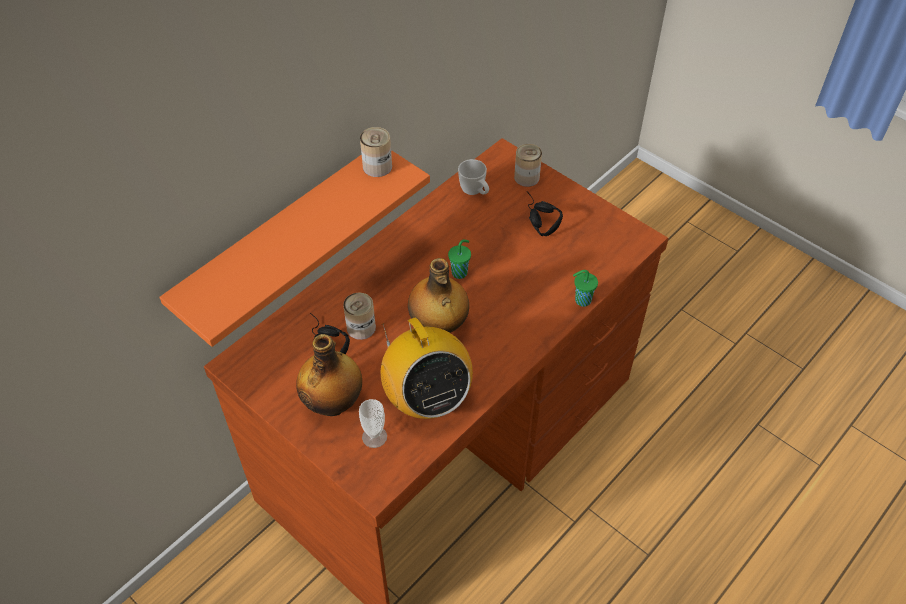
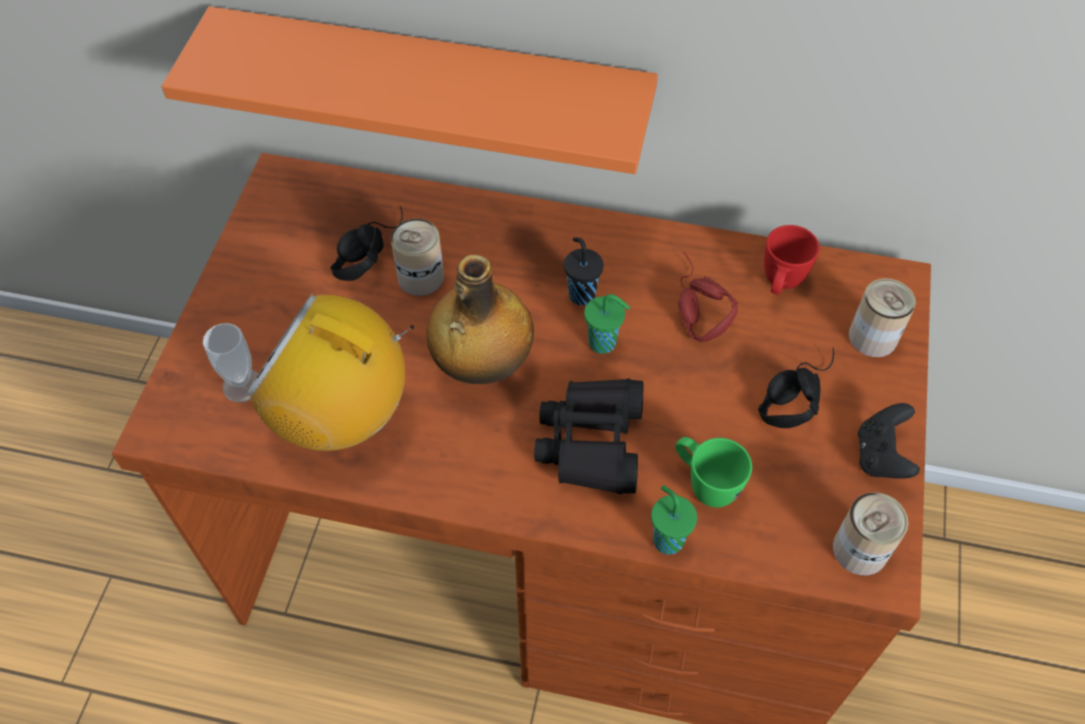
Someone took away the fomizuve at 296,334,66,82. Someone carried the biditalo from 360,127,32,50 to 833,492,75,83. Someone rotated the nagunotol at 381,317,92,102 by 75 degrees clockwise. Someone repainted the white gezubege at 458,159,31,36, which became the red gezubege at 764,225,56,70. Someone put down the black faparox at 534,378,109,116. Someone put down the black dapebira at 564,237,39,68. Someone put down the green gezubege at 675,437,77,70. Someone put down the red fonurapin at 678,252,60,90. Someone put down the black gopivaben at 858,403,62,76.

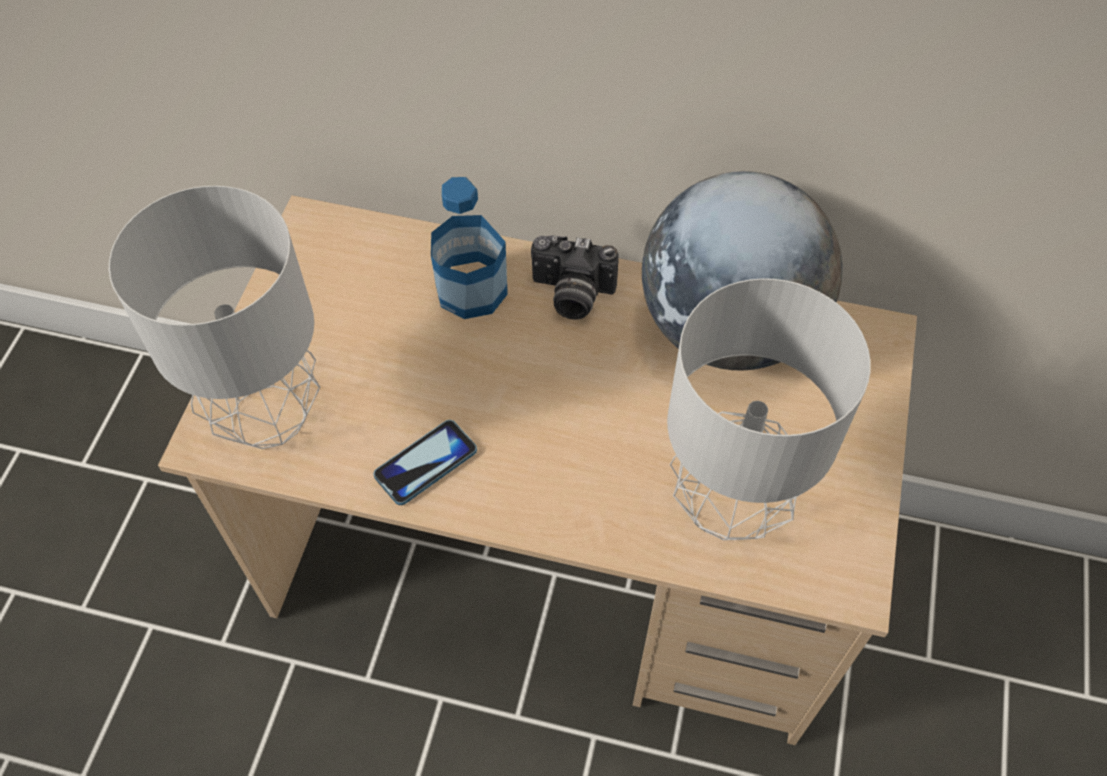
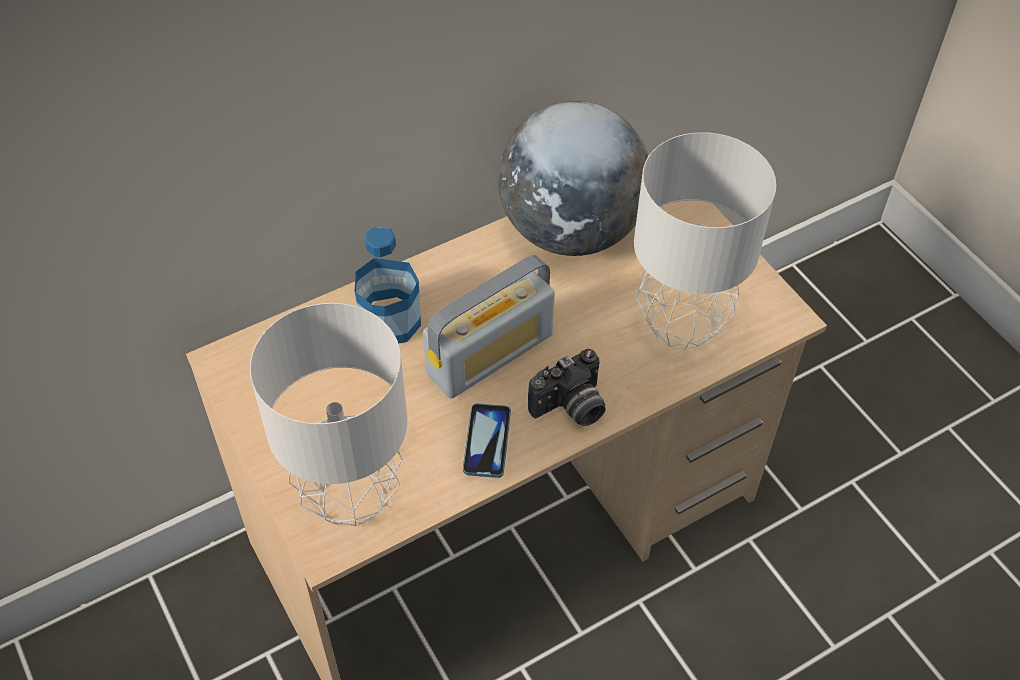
Someone carried the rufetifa from 531,235,88,85 to 528,349,78,77. Someone put down the nagunotol at 423,255,132,143.

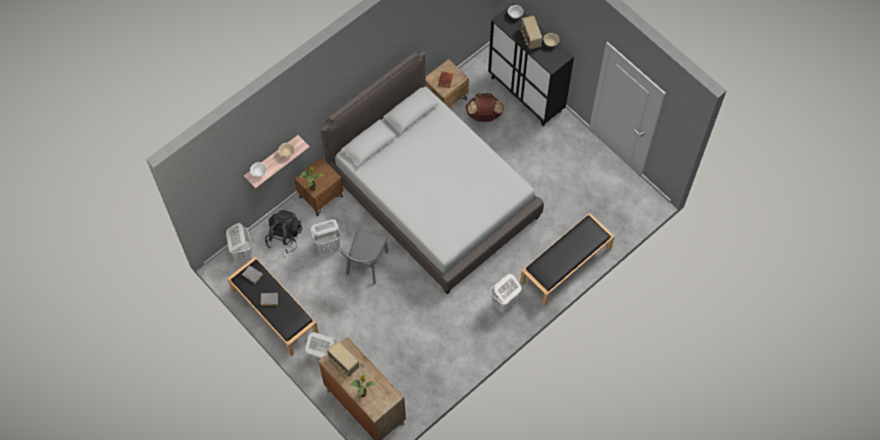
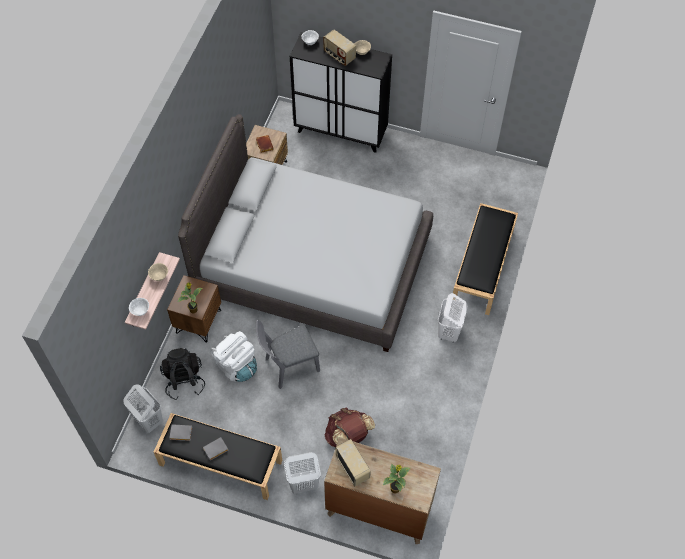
Someone swapped the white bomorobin at 311,219,30,35 for the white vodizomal at 210,331,47,51. Someone rotated the nagunotol at 327,341,32,35 by 135 degrees counterclockwise. Someone rotated the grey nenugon at 338,229,50,55 by 75 degrees clockwise. Someone carried the brown vodizomal from 465,93,39,29 to 325,407,50,40.

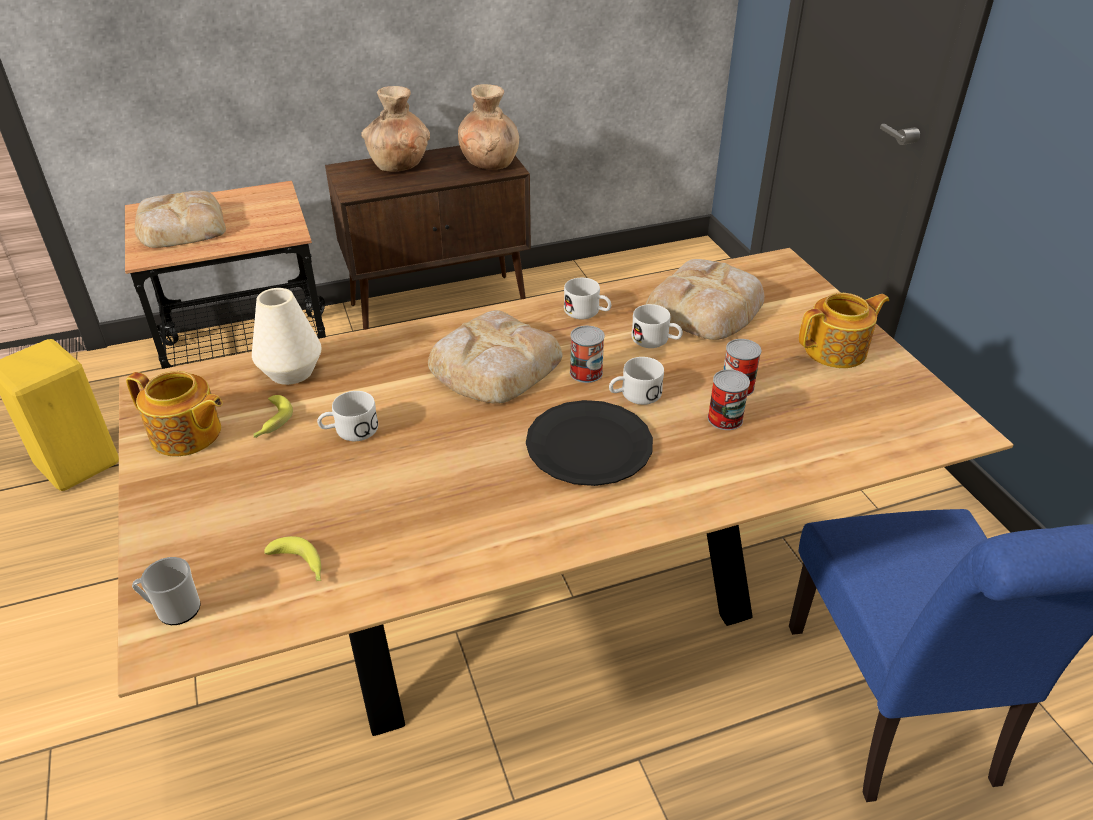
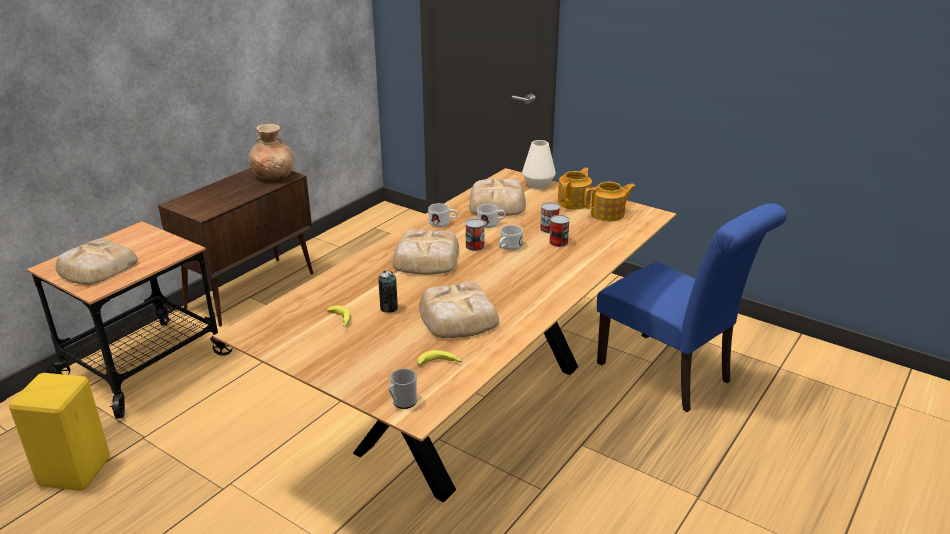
Someone carried the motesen from 126,371,97,85 to 584,182,52,39. Someone carried the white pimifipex from 252,288,70,97 to 522,140,34,49. Someone swapped the white gezubege at 317,391,61,50 for the biditalo at 378,271,20,42. Someone took away the brown pimifipex at 361,86,69,85. Someone took away the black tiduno at 526,400,127,86. Someone put down the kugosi at 419,281,80,57.

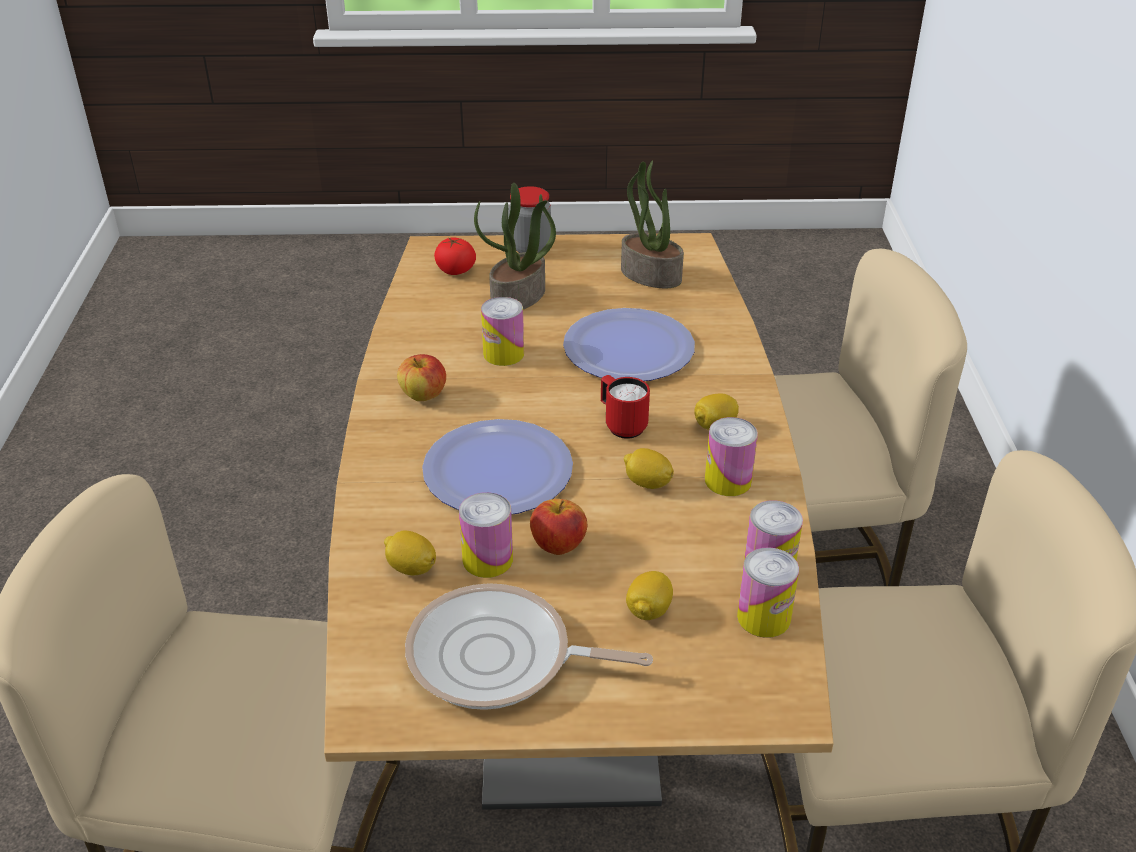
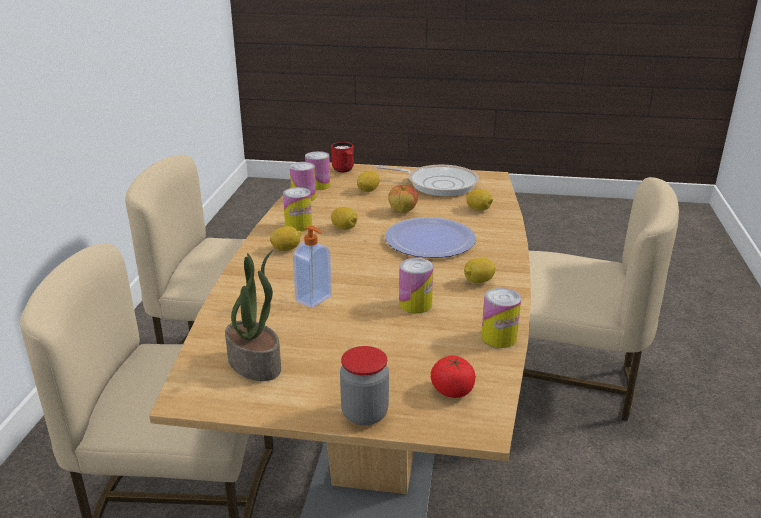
Someone swapped the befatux at 397,354,49,47 for the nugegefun at 464,258,31,26. Someone carried the biditalo from 459,492,54,86 to 481,288,40,60. Someone took away the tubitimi at 474,183,82,126. Someone swapped the tiduno at 563,308,132,73 for the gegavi at 293,226,39,82. Someone carried the red gezubege from 601,375,49,64 to 331,142,23,30.

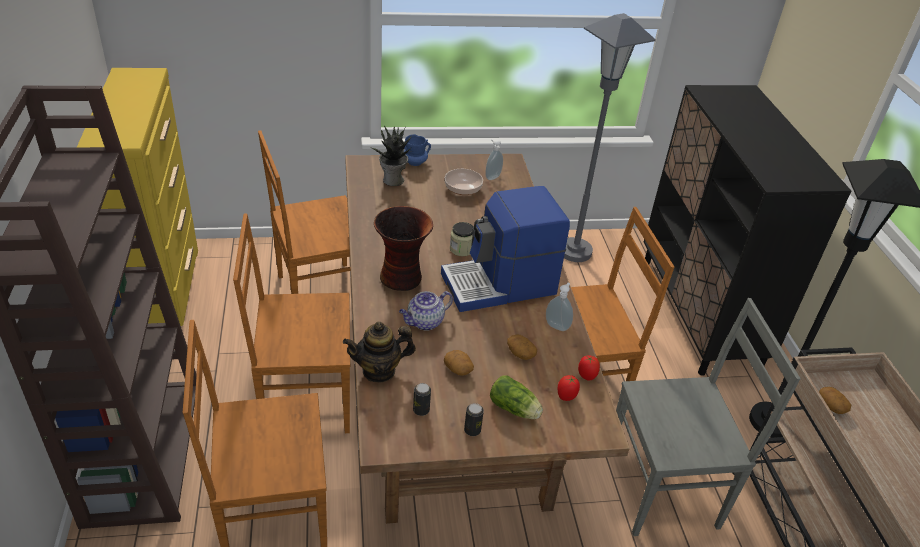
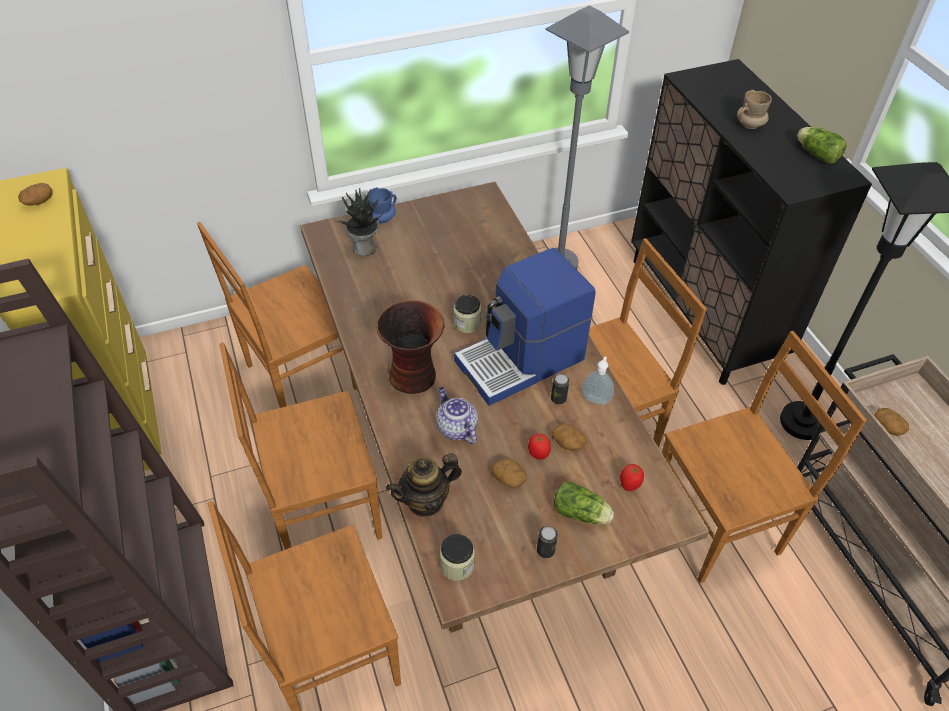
Someone rotated the motesen at 399,291,54,40 by 105 degrees clockwise. Someone carried the biditalo from 413,383,18,33 to 551,374,18,30. Someone took away the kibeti at 445,169,38,26. Someone took away the gegavi at 485,139,18,41. Someone carried the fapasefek from 578,355,22,26 to 528,434,23,26. Someone repainted the grey nenugon at 616,298,185,238, which became the brown nenugon at 662,331,205,252. Someone put down the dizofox at 18,183,34,23. Someone put down the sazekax at 440,534,35,47. Someone put down the beige gezubege at 737,90,35,39. Someone put down the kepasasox at 797,127,50,37.

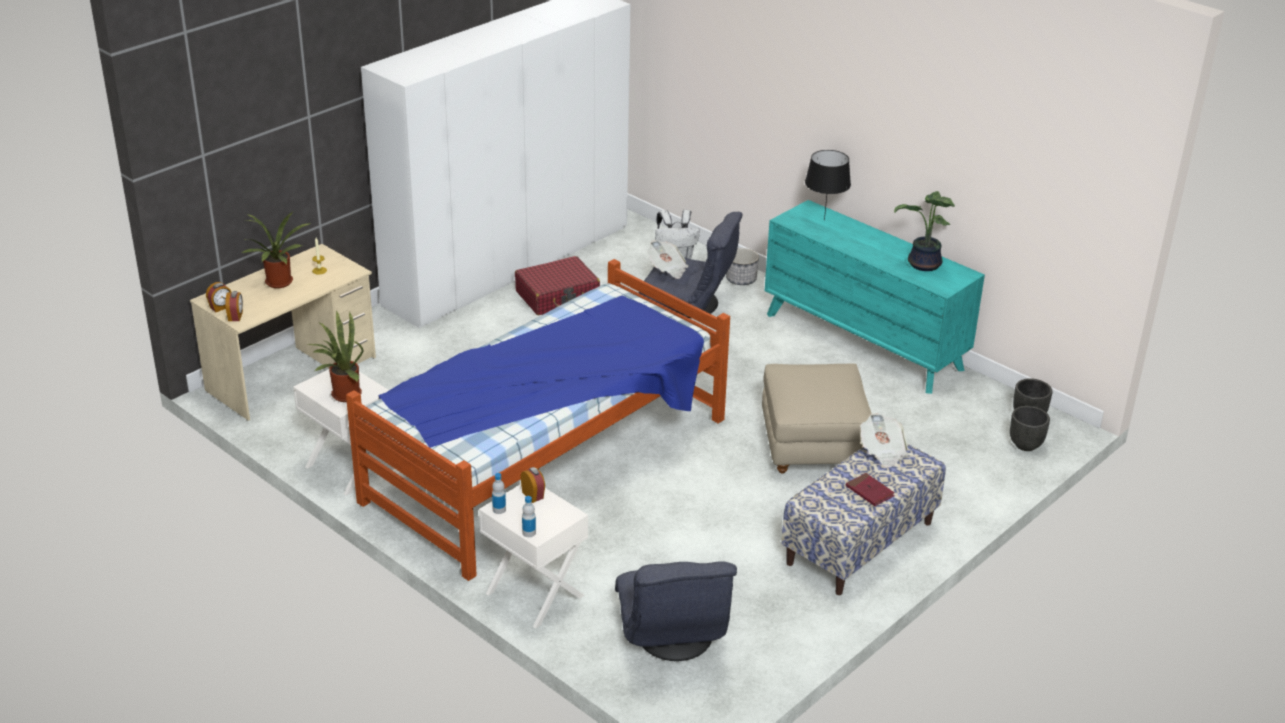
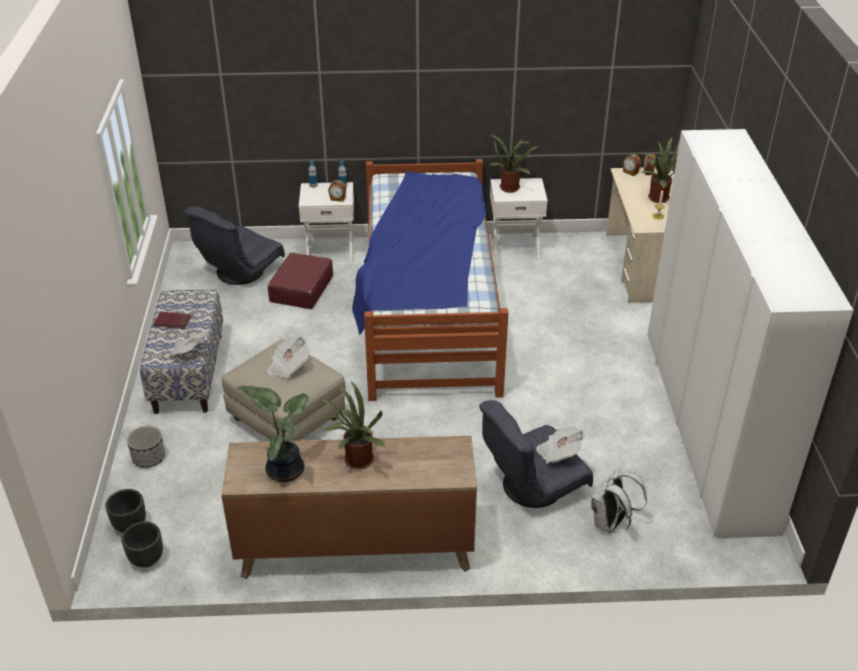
Someone carried the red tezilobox from 515,256,85,59 to 268,252,65,57. Someone rotated the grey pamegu at 615,561,122,100 by 90 degrees counterclockwise. Someone carried the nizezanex from 726,248,33,37 to 127,426,38,42. Someone repainted the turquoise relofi at 765,200,220,194, which became the brown relofi at 221,436,256,143. Someone took away the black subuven at 805,150,46,70. Someone put down the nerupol at 267,337,43,42. Someone put down the tubitimi at 321,380,64,89.

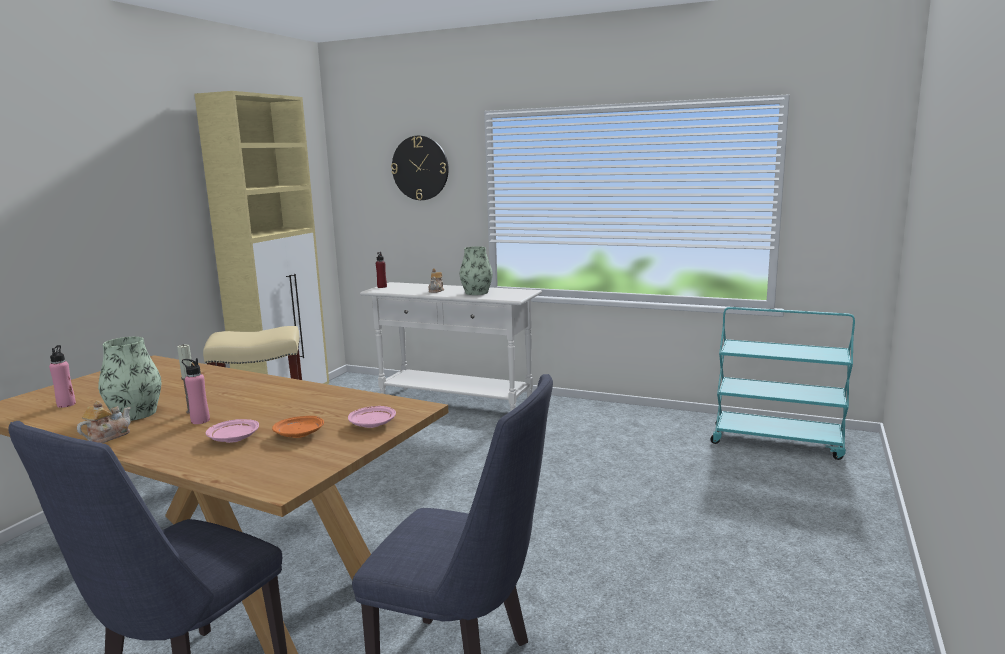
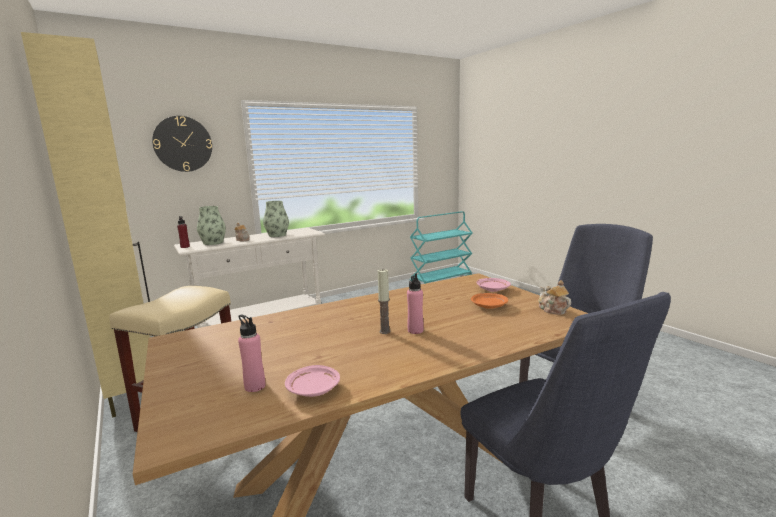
Someone carried the motesen from 77,401,54,42 to 539,280,32,35. Someone carried the pimifipex from 98,337,63,84 to 197,206,29,39. Someone carried the pink tiduno from 206,419,53,24 to 285,365,55,32.

